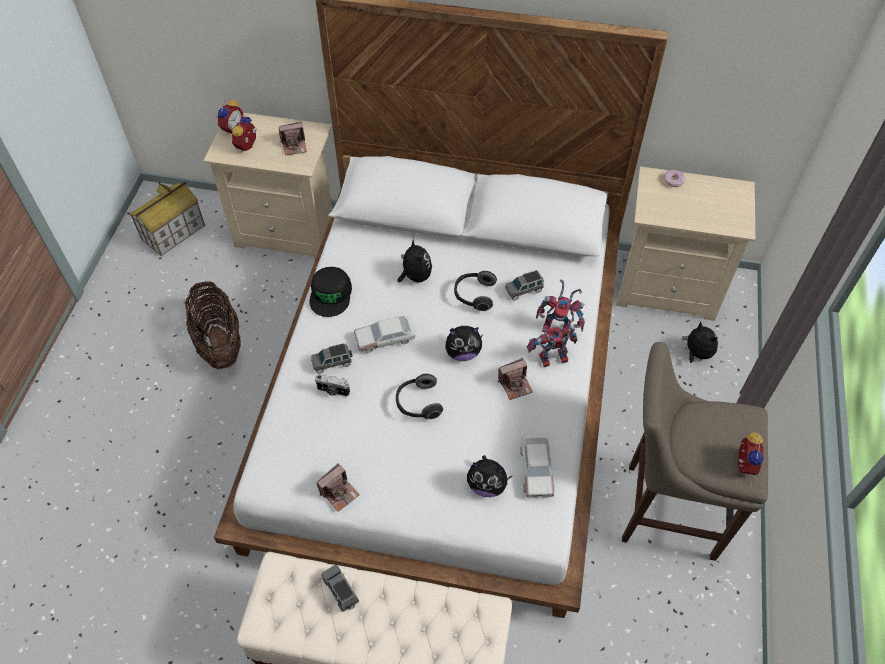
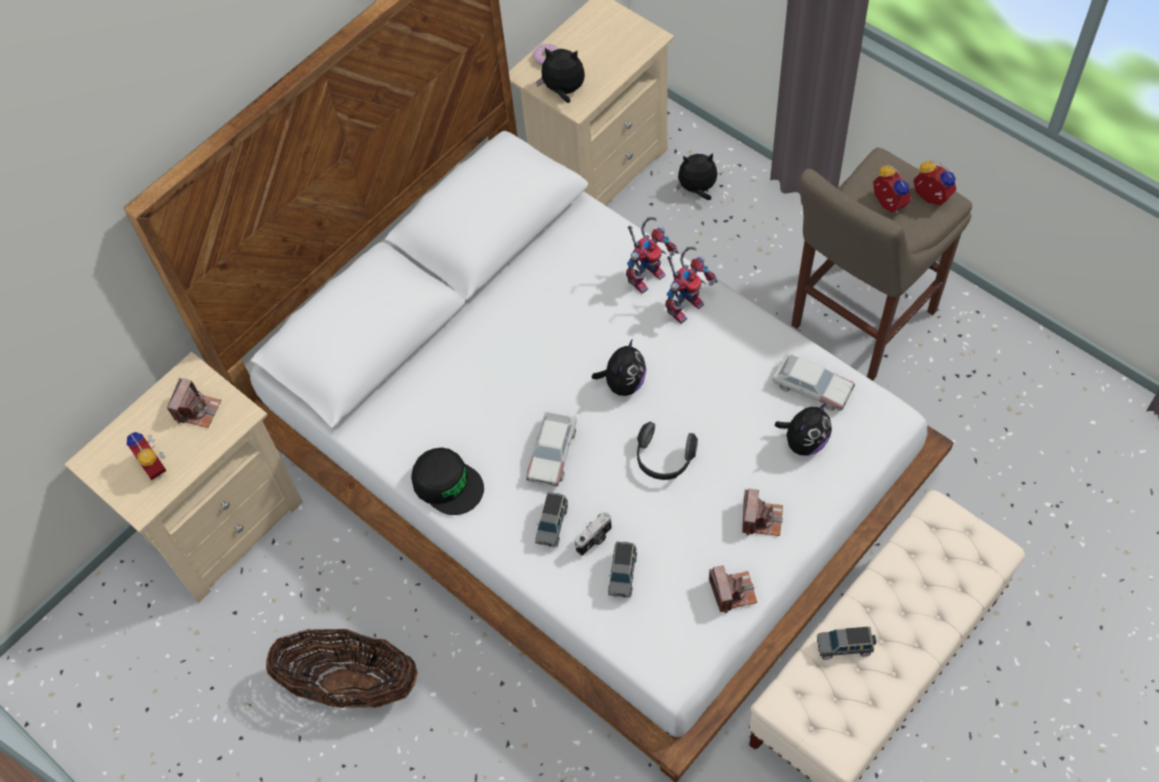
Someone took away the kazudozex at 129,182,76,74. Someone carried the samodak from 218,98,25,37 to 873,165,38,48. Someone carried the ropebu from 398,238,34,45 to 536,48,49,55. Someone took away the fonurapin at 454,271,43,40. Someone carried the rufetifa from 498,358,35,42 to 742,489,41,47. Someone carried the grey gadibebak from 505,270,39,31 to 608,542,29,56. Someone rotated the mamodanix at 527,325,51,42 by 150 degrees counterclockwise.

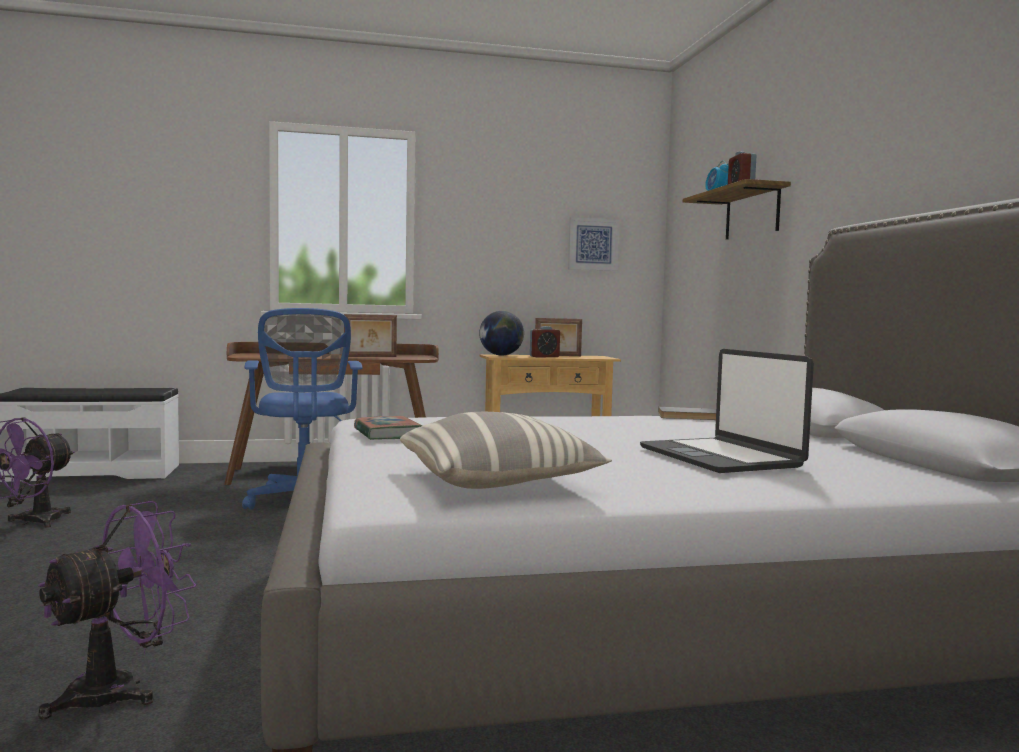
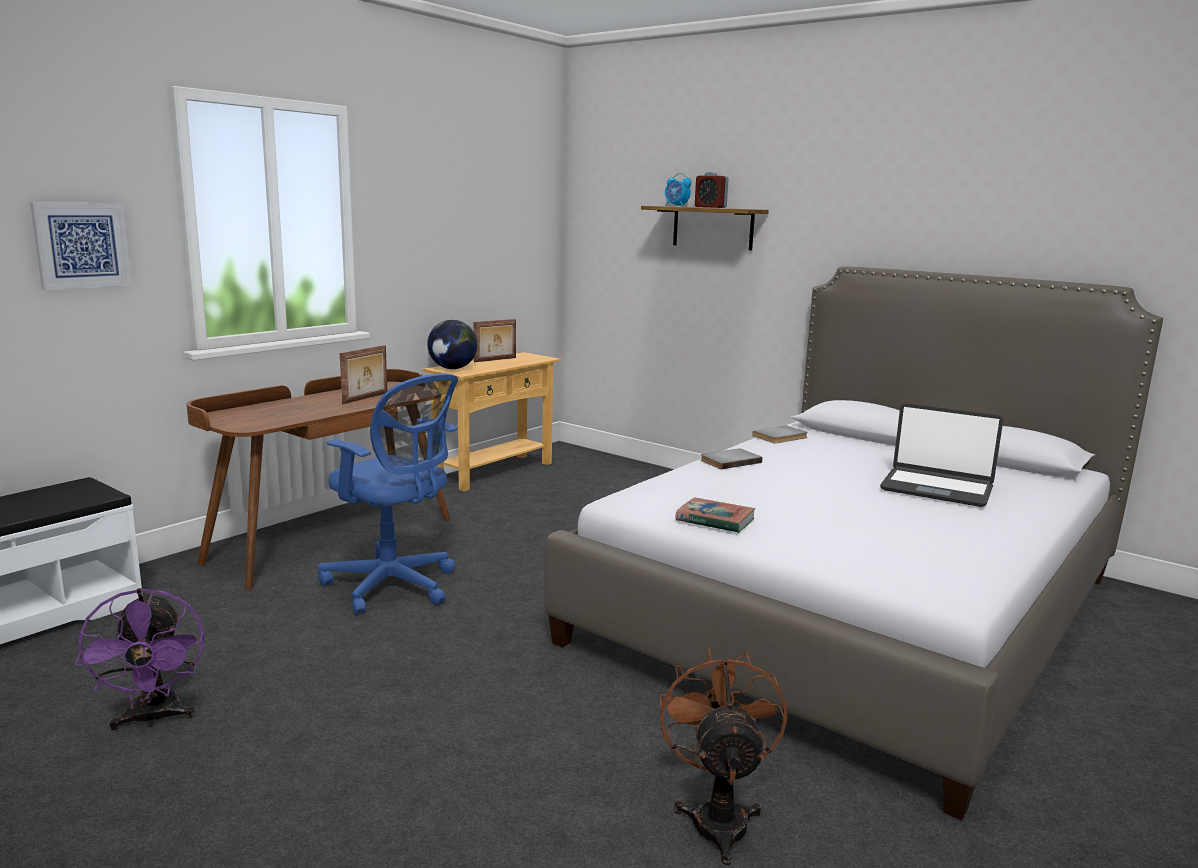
Someone repainted the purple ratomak at 38,501,158,218, which became the brown ratomak at 660,648,127,217. Someone took away the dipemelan at 400,412,212,77. Someone took away the samodak at 530,326,30,31. Someone carried the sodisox from 568,217,51,54 to 30,202,102,88. Someone put down the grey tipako at 701,448,61,21.

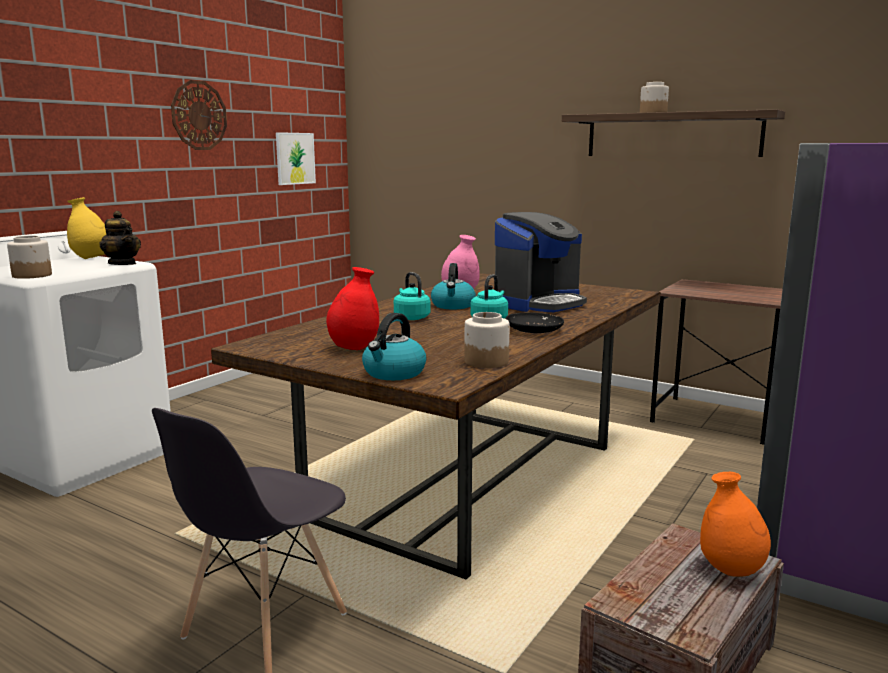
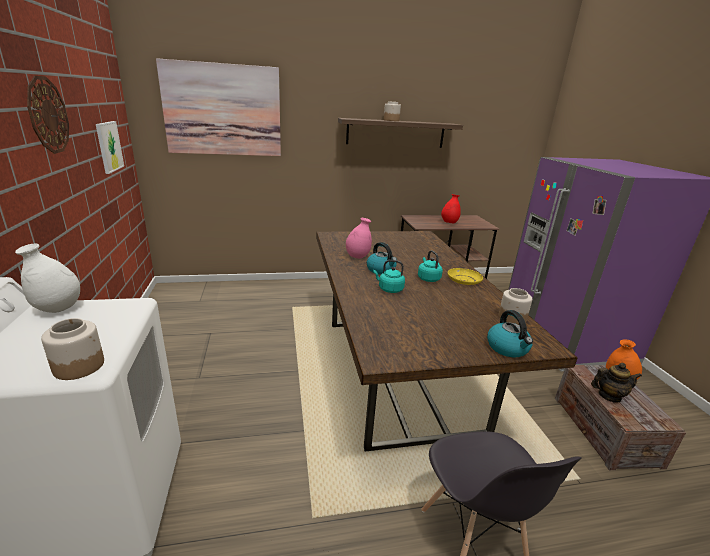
Someone repainted the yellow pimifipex at 67,197,40,62, which became the white pimifipex at 15,243,65,70. Someone carried the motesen from 99,211,42,54 to 591,363,51,40. Someone carried the red pimifipex from 326,267,53,83 to 441,194,20,30. Someone took away the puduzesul at 495,212,92,100. Someone repainted the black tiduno at 506,312,58,21, which became the yellow tiduno at 448,268,35,17. Someone put up the sodisox at 156,58,125,98.

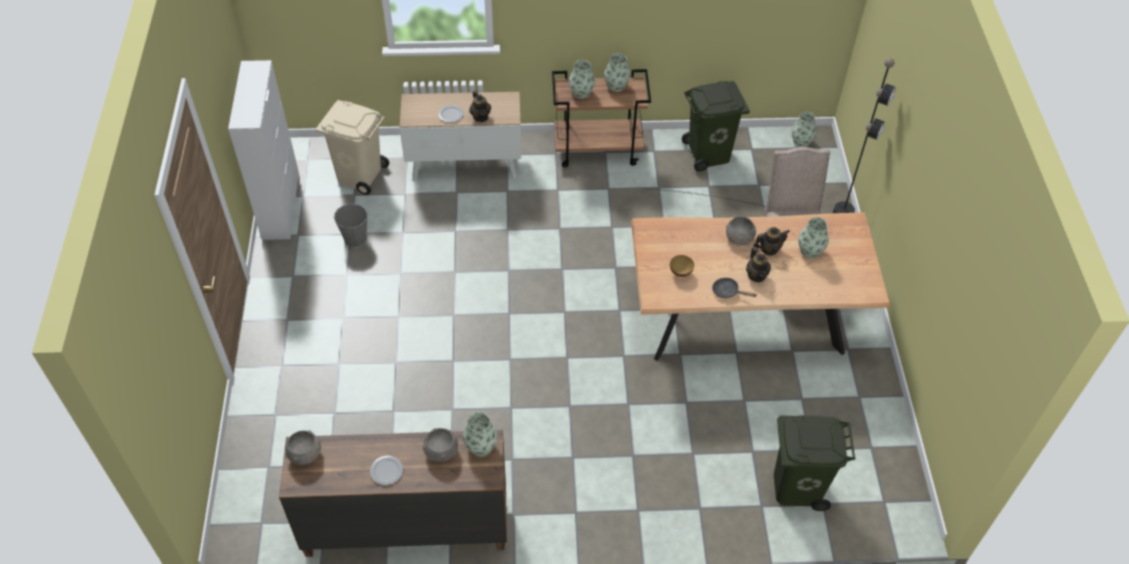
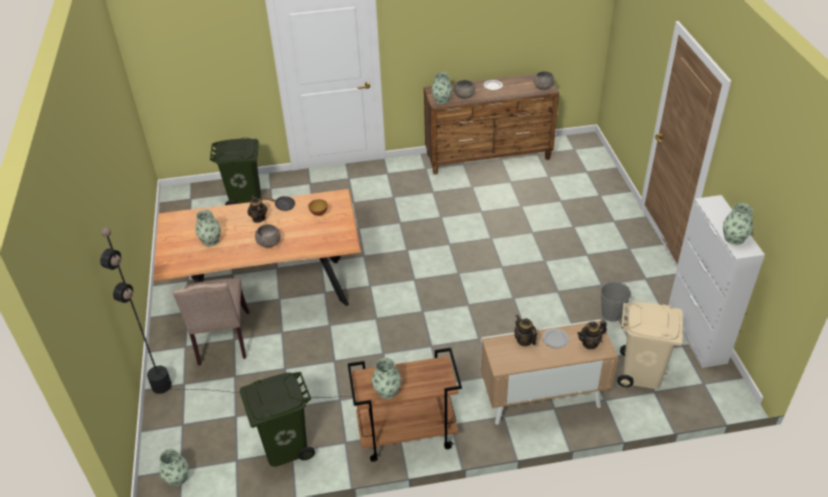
Someone carried the pimifipex from 569,60,26,39 to 723,203,30,42. Someone carried the motesen from 754,227,36,29 to 577,321,30,28.

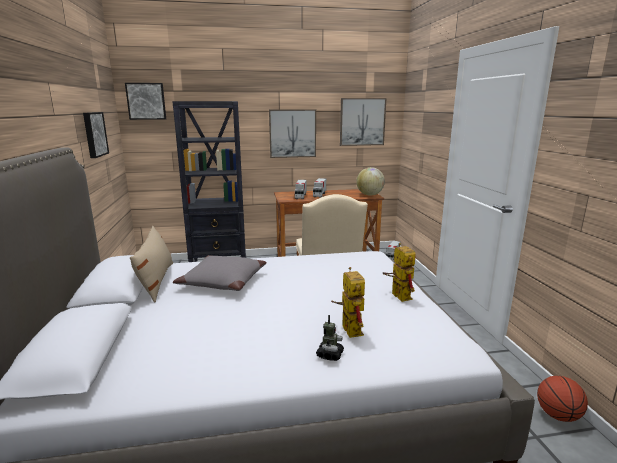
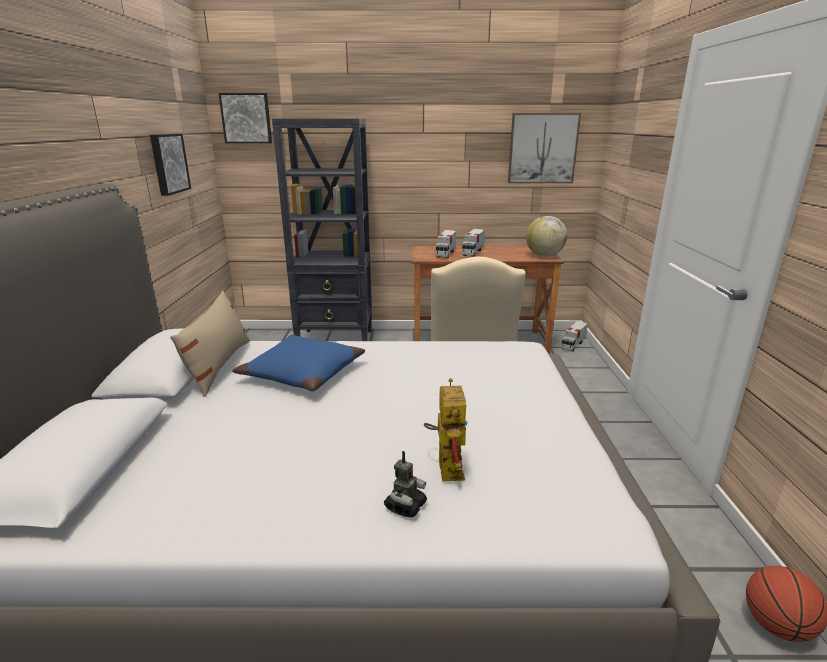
Someone repainted the grey dipemelan at 173,255,94,36, which became the blue dipemelan at 232,335,133,56. Someone took away the sodisox at 269,109,47,49. Someone took away the mamodanix at 382,243,34,59.

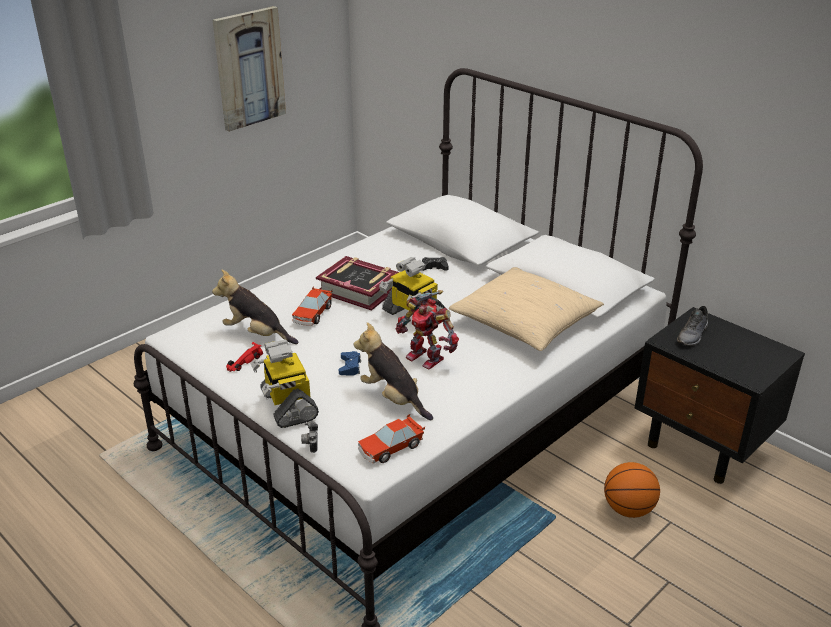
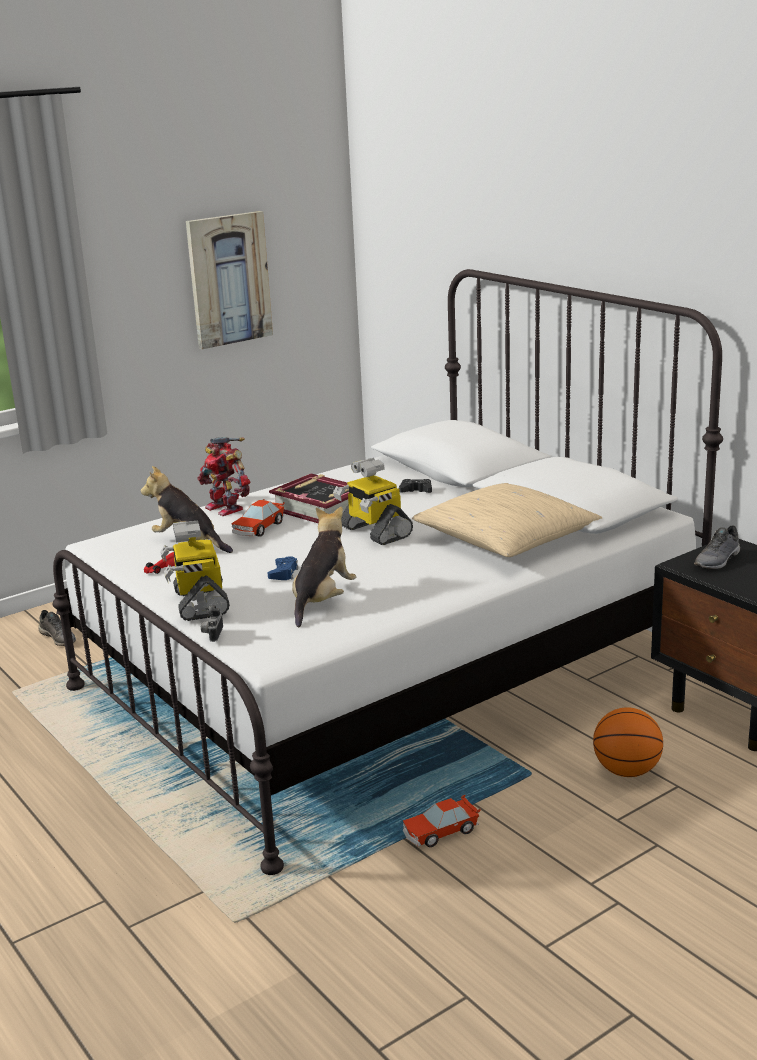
Someone rotated the ropebu at 354,322,79,98 by 60 degrees clockwise. Someone carried the gadibebak from 358,414,67,50 to 403,794,78,53. Someone carried the mamodanix from 396,290,63,79 to 197,437,53,79. Someone put down the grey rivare at 38,610,38,36.

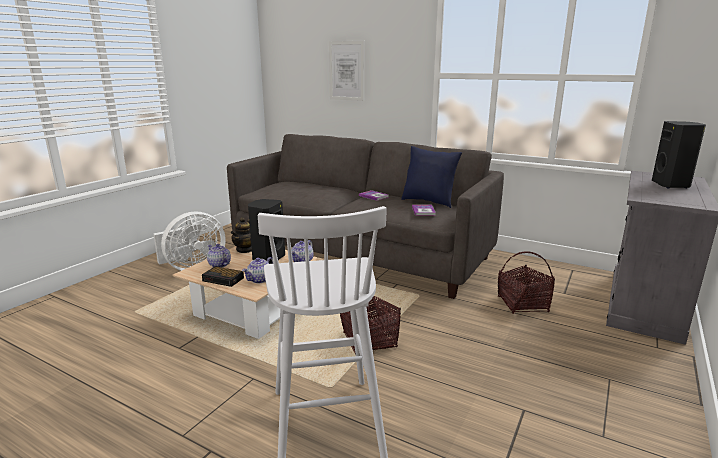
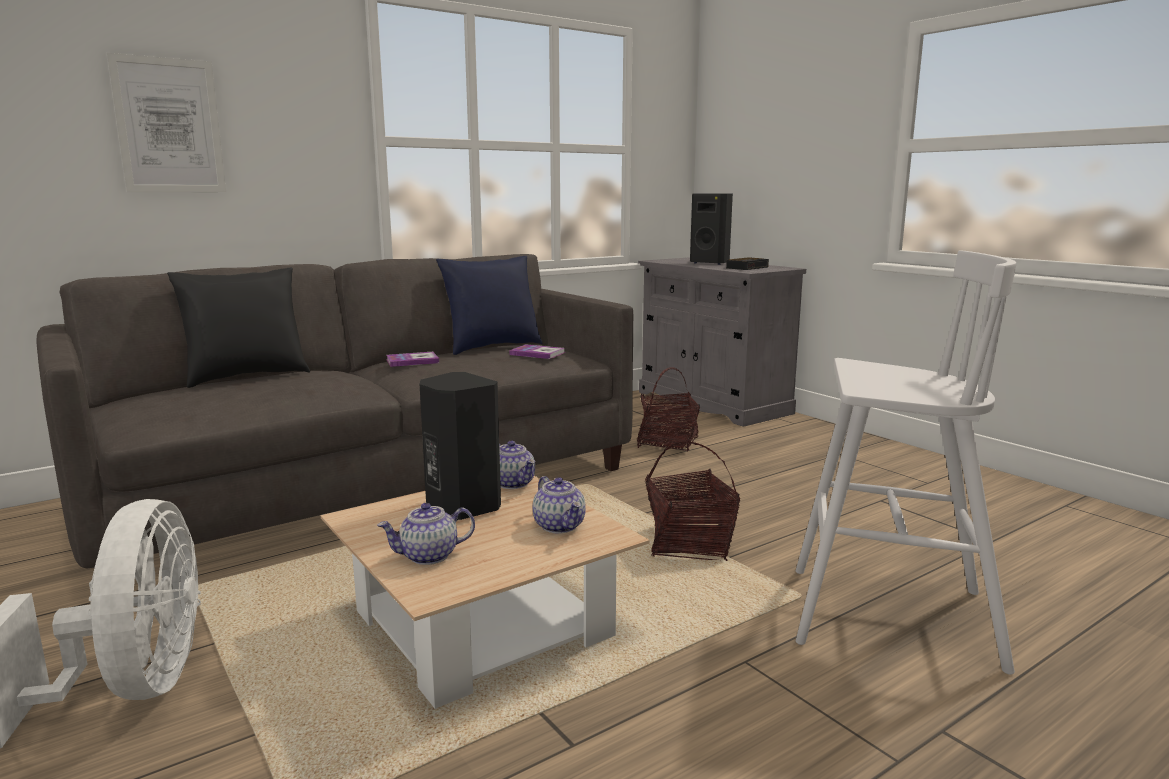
Someone carried the samodak from 202,266,42,21 to 726,257,43,13. Someone took away the motesen at 231,217,21,36. Someone put down the black dipemelan at 167,268,143,120.

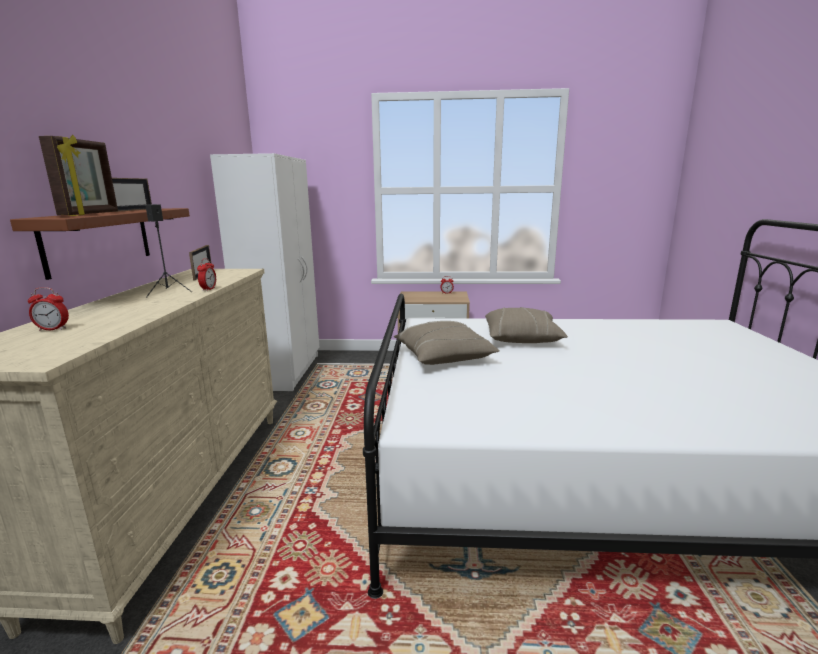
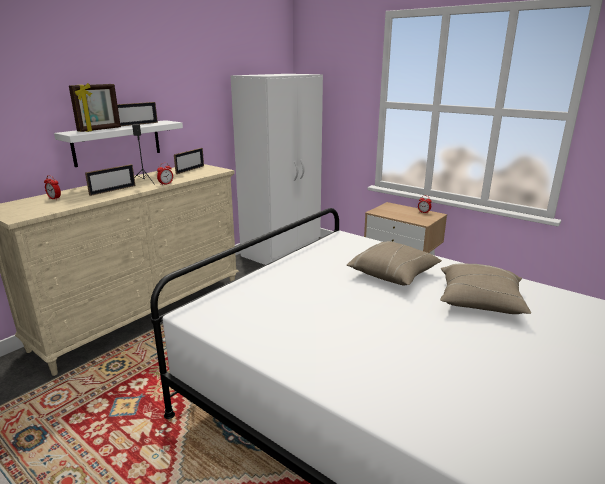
Someone repainted the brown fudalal at 10,208,180,72, which became the white fudalal at 54,120,129,47. Someone carried the beige dipemelan from 394,321,106,44 to 440,263,91,51. Someone put down the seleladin at 85,164,50,32.

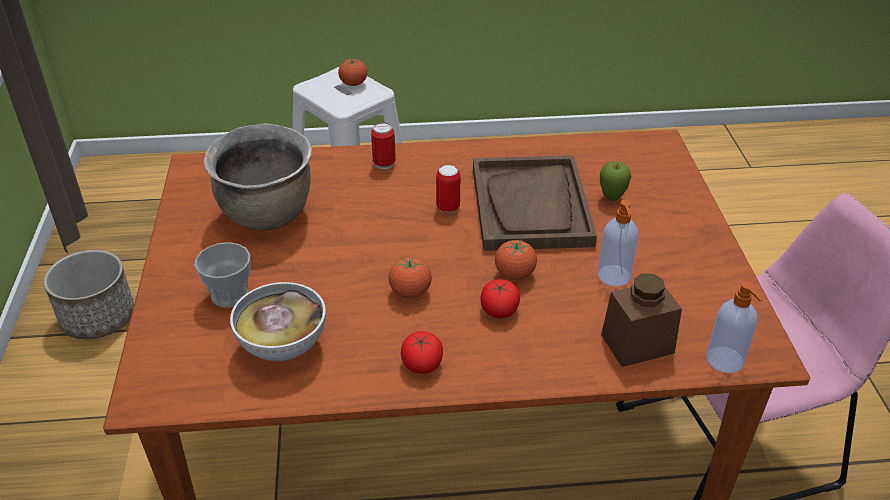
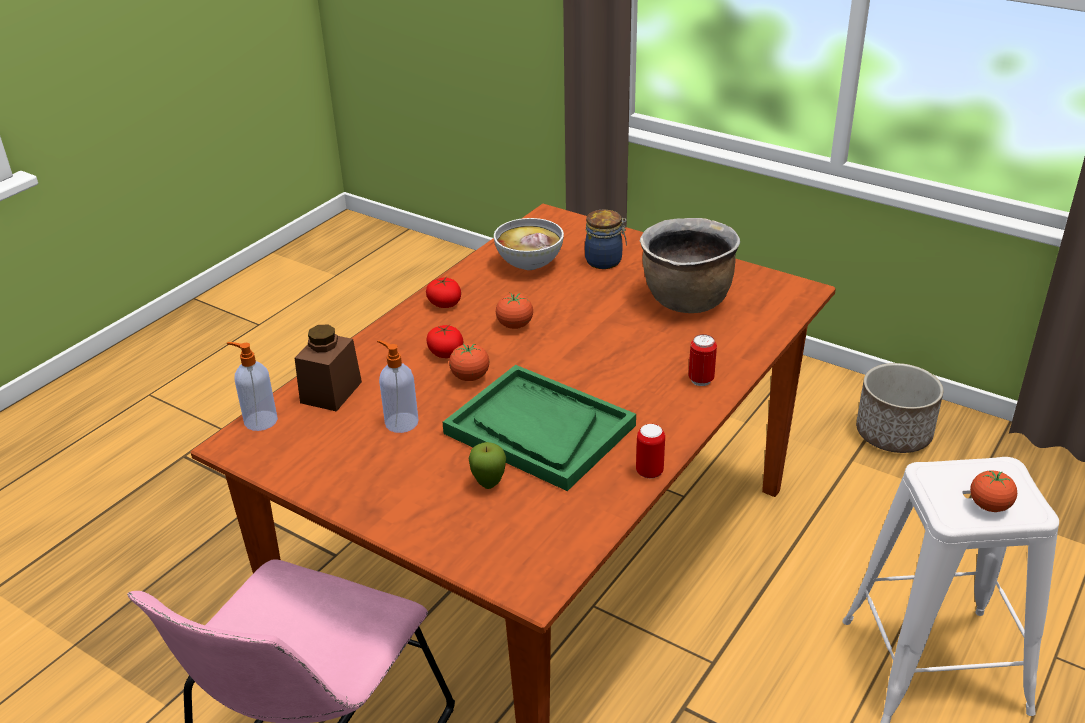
Someone swapped the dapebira at 195,242,55,66 for the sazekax at 585,210,42,59. Someone carried the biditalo from 436,165,24,47 to 636,424,29,54. Someone repainted the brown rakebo at 473,155,124,96, which became the green rakebo at 443,365,193,126.

